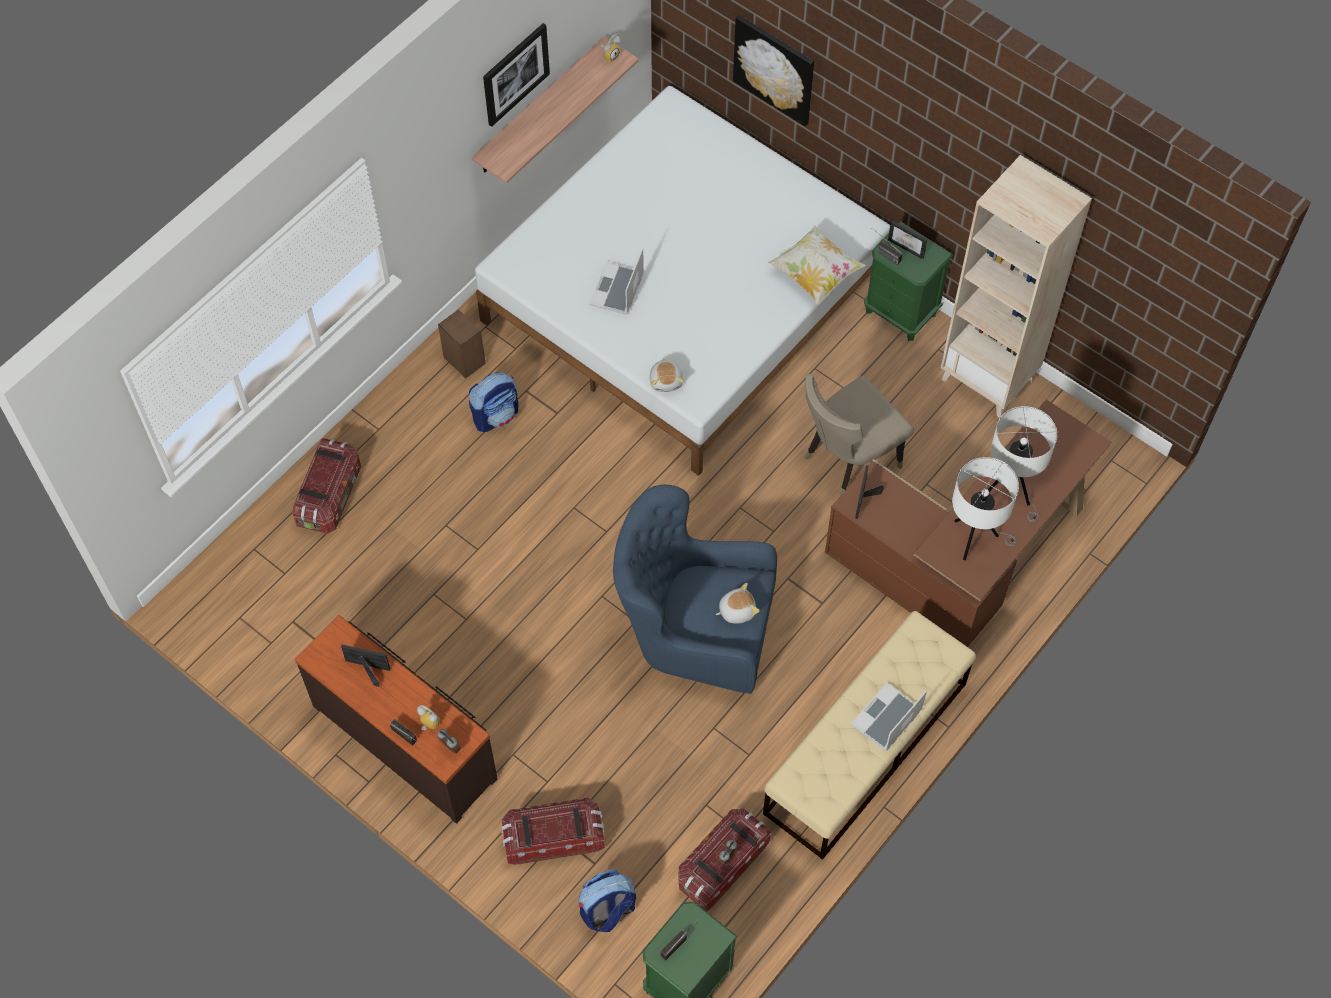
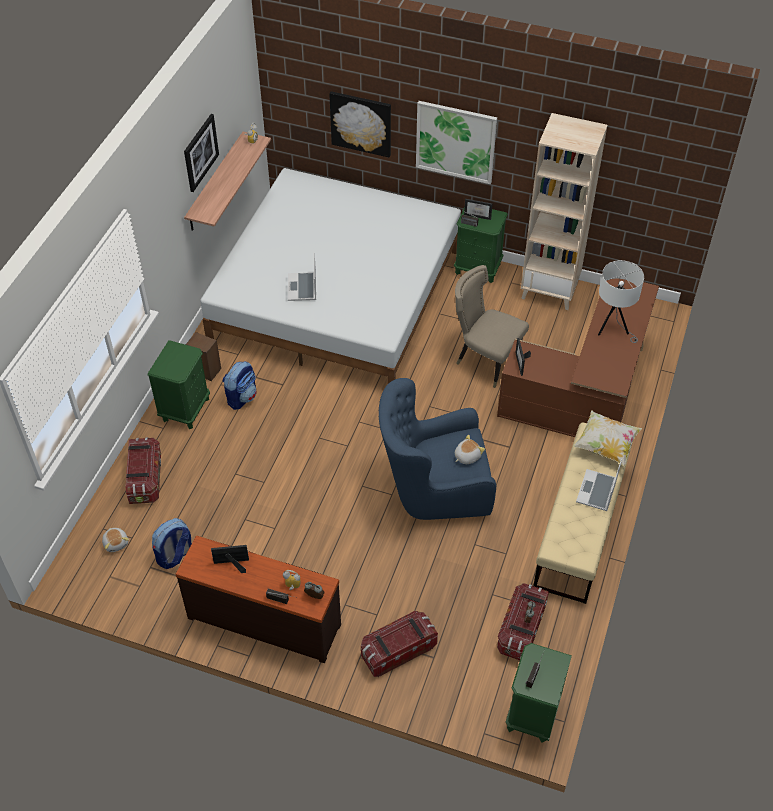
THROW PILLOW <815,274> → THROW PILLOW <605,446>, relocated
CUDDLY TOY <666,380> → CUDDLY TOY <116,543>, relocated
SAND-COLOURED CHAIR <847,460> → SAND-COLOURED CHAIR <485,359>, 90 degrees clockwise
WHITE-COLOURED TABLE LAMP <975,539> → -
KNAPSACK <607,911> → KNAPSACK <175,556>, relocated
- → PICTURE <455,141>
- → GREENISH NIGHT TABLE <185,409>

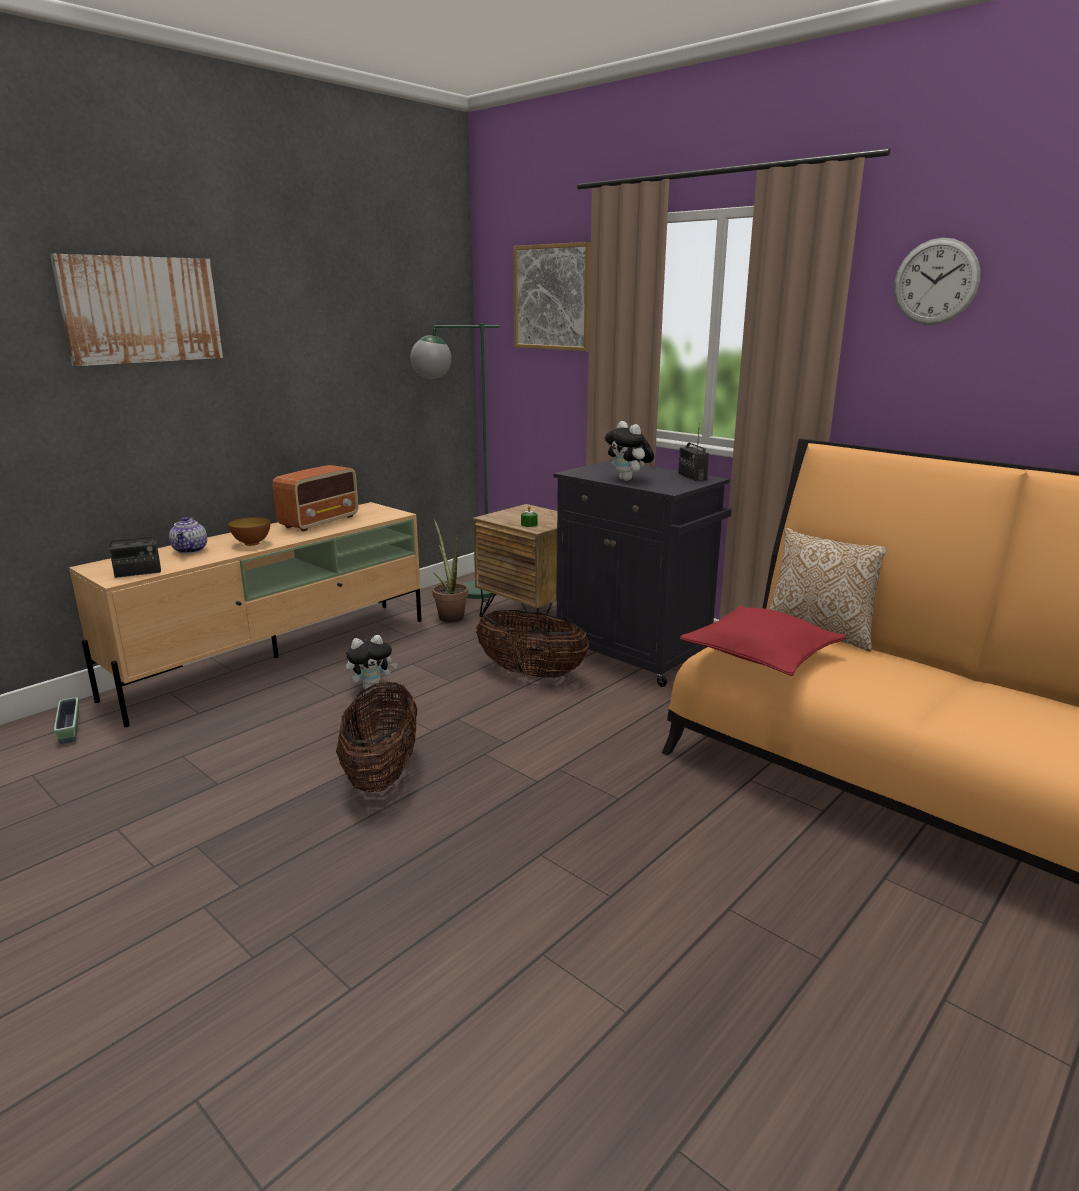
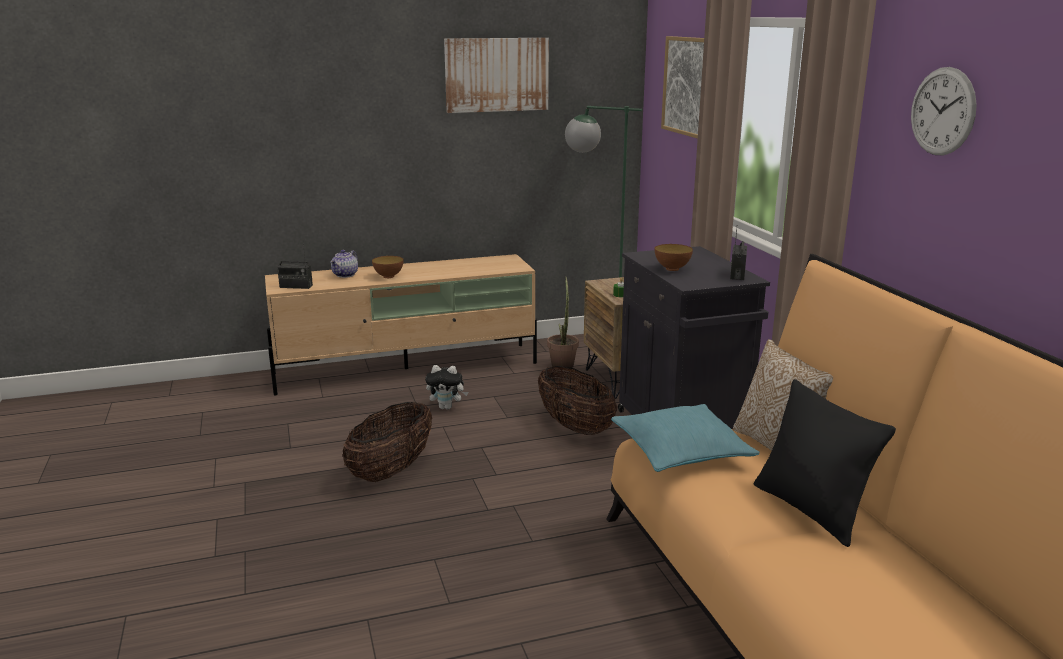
PICTURE <141,310> → PICTURE <496,74>, relocated
CUDDLY TOY <628,480> → BOWL <672,269>
RADIO SET <320,521> → -
REDDISH THROW PILLOW <761,654> → TURQUOISE-COLOURED THROW PILLOW <681,451>
PLANT POT <69,728> → -
- → BLACKISH THROW PILLOW <810,510>

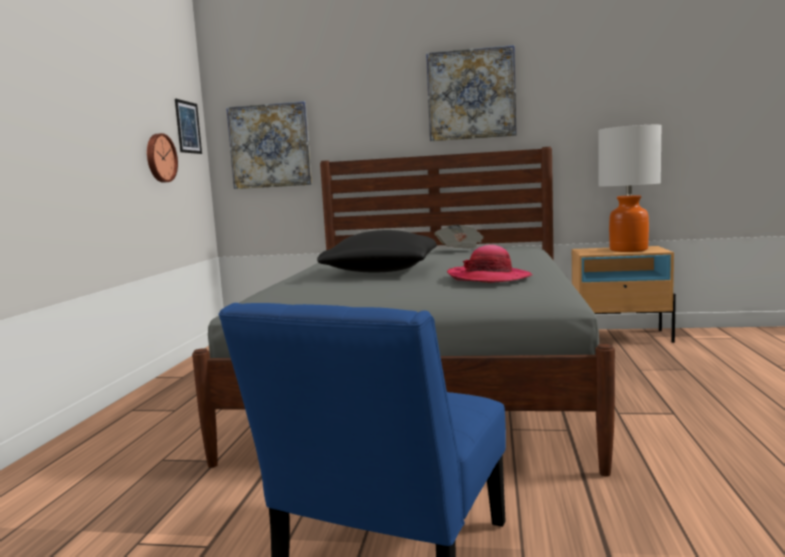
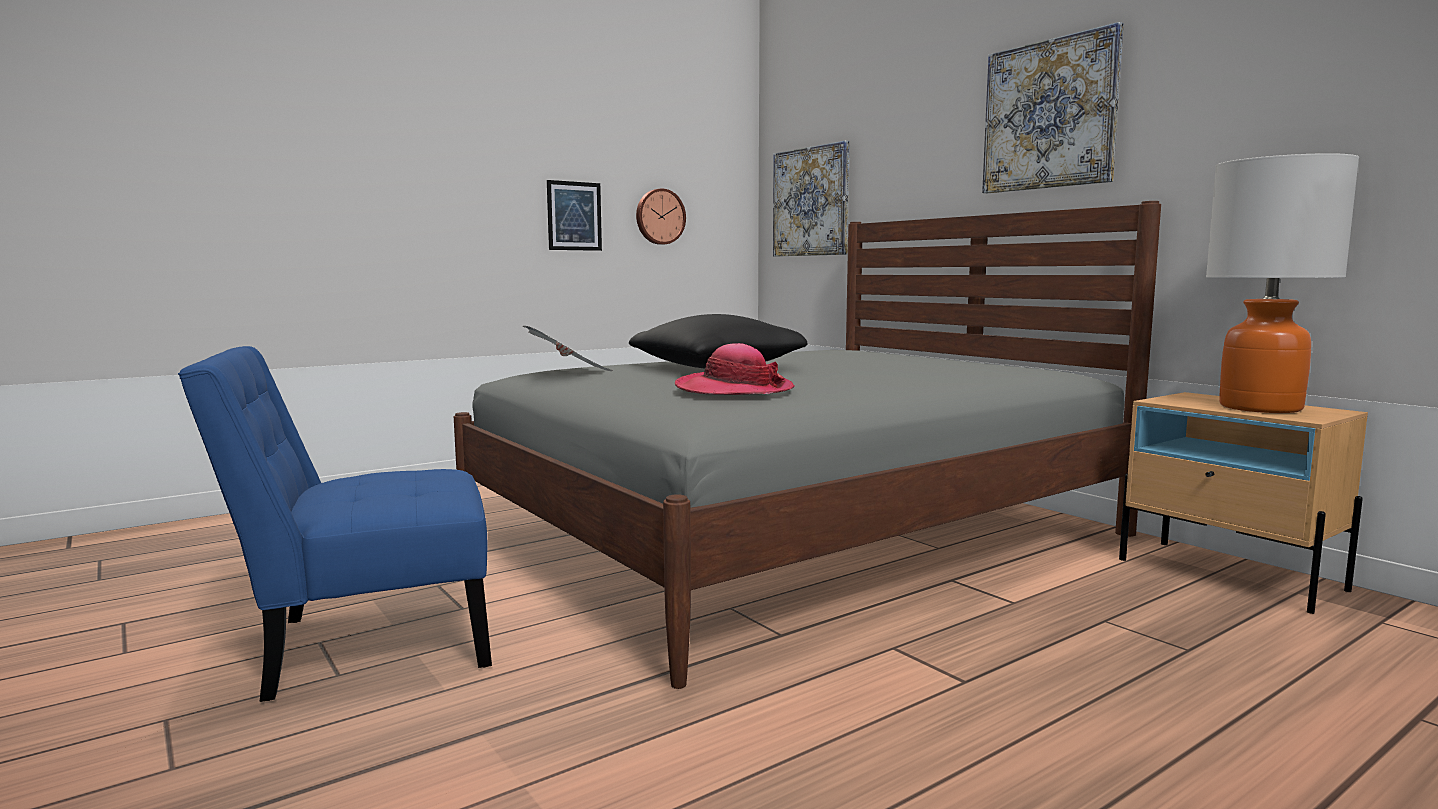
PICTURE <188,127> → PICTURE <574,216>, relocated
PRINTED PAPER <460,251> → PRINTED PAPER <569,372>, relocated

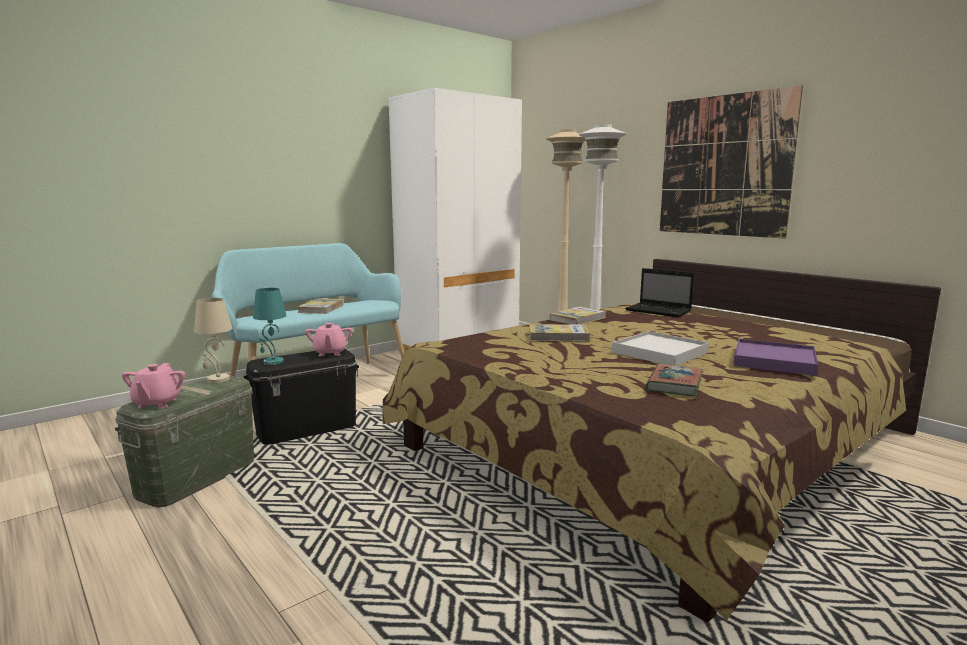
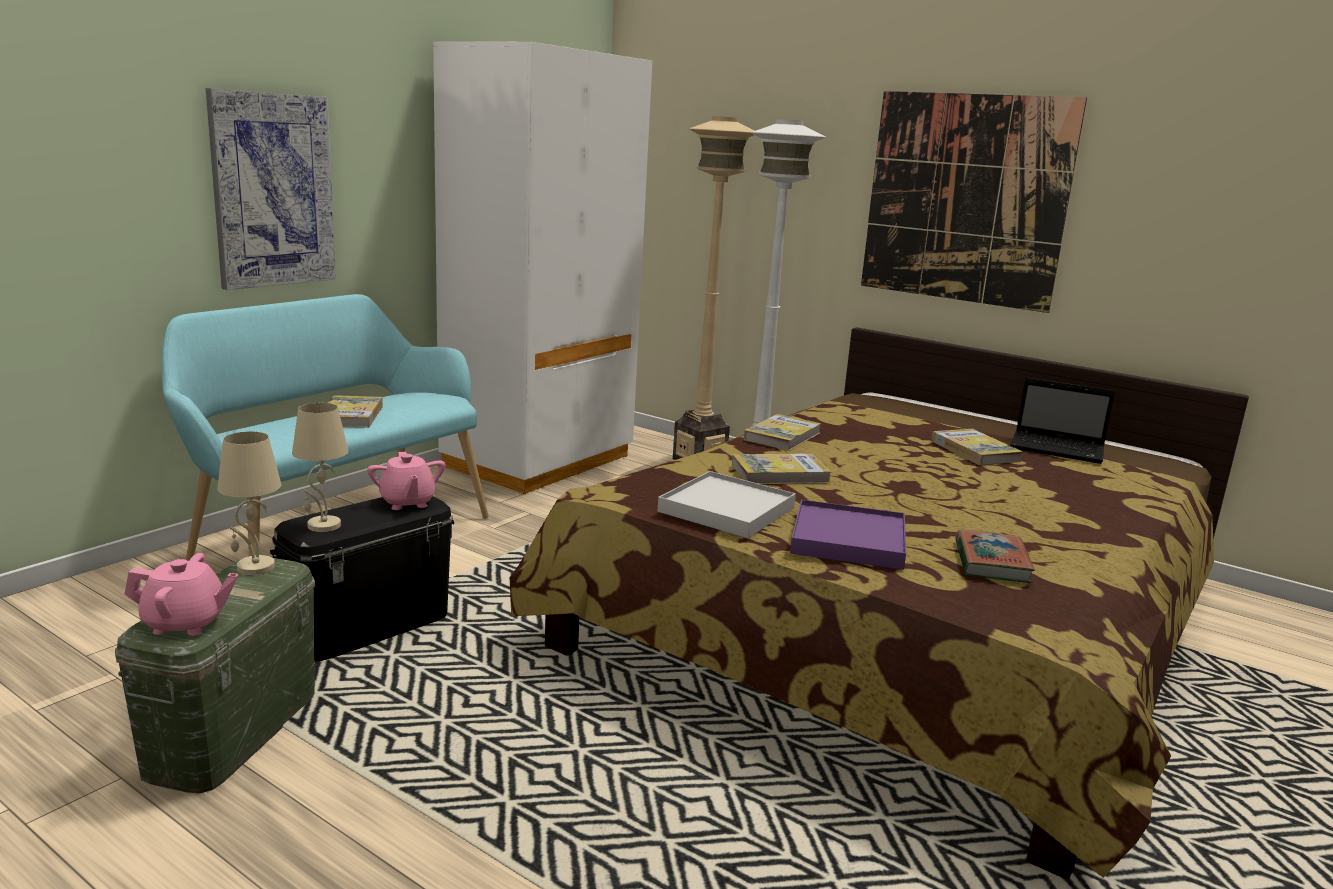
NOTEBOOK COMPUTER <659,311> → NOTEBOOK COMPUTER <1059,449>, relocated
TURQUOISE-COLOURED TABLE LAMP <273,362> → SAND-COLOURED TABLE LAMP <323,526>
WHITE-COLOURED CARRYING TRAY <660,352> → WHITE-COLOURED CARRYING TRAY <727,509>, relocated
PURPLISH CARRYING TRAY <773,361> → PURPLISH CARRYING TRAY <848,540>, relocated
PINKISH TEA POT <157,403> → PINKISH TEA POT <185,623>, 75 degrees counterclockwise
- → PICTURE <272,190>
- → BOOK <974,451>

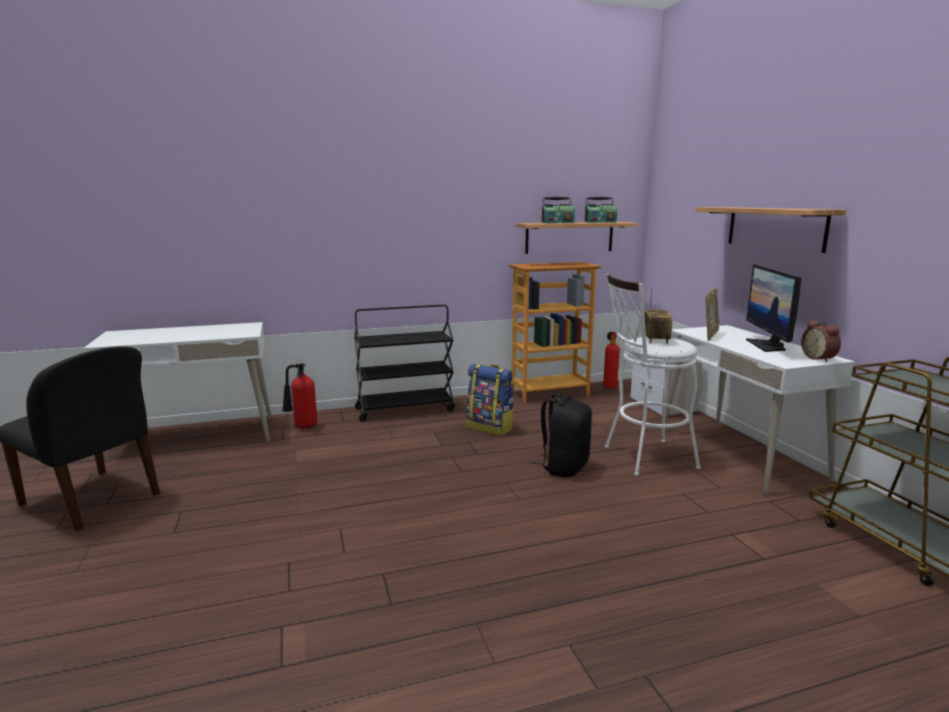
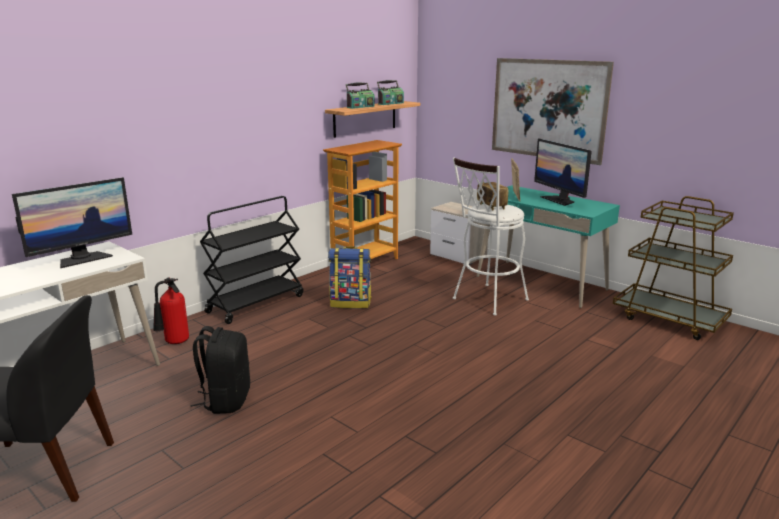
WALL SHELF <775,228> → PICTURE <548,109>
BEDSIDE CLOCK <820,358> → -
WHITE-COLOURED DESK <738,453> → TURQUOISE-COLOURED DESK <540,283>
EXTINGUISHER <609,386> → -
BLACKISH KNAPSACK <564,467> → BLACKISH KNAPSACK <226,400>, relocated
- → MONITOR <82,259>

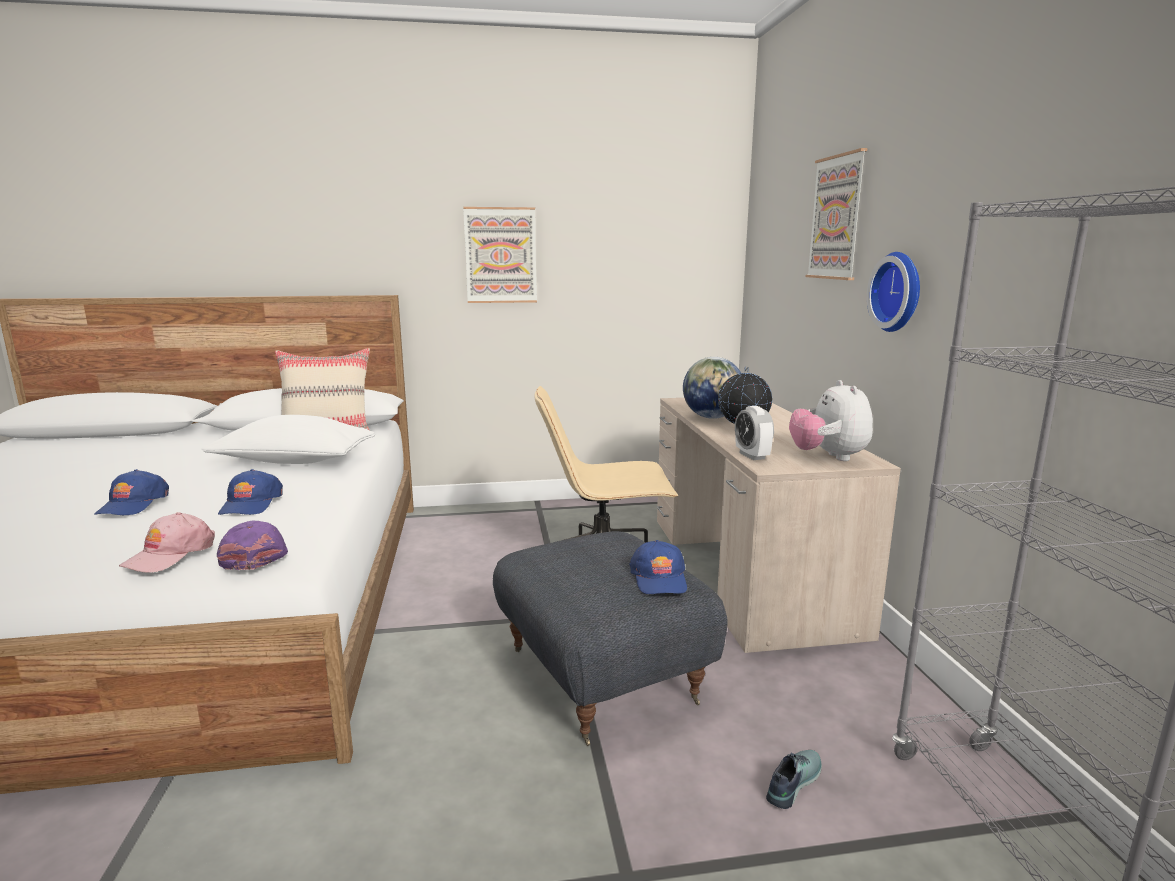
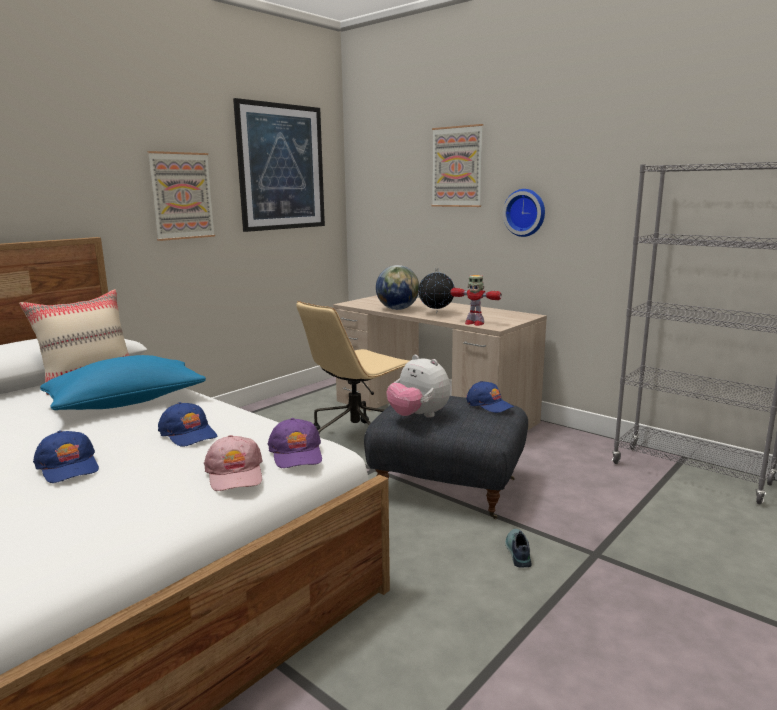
CUDDLY TOY <828,457> → CUDDLY TOY <418,416>, relocated
BEDSIDE CLOCK <752,456> → ROBOT FIGURE <474,323>
WHITE-COLOURED THROW PILLOW <294,462> → BLUISH THROW PILLOW <127,403>
PURPLISH CAP <254,555> → PURPLISH CAP <296,453>, 135 degrees counterclockwise
ITEM OF FOOTWEAR <791,782> → ITEM OF FOOTWEAR <517,552>, relocated
- → PICTURE <281,167>

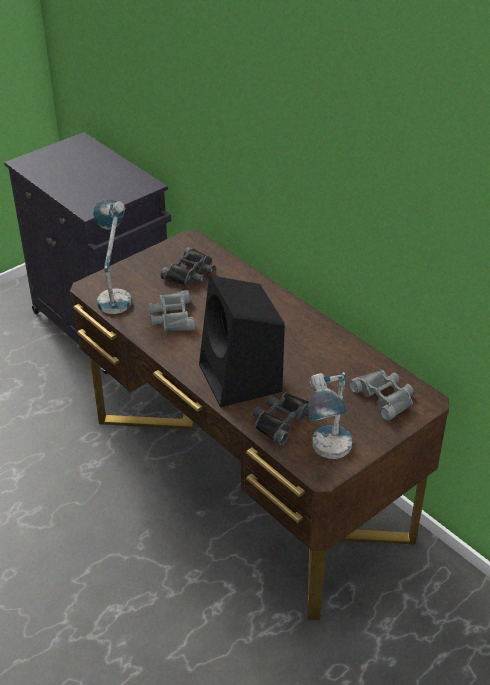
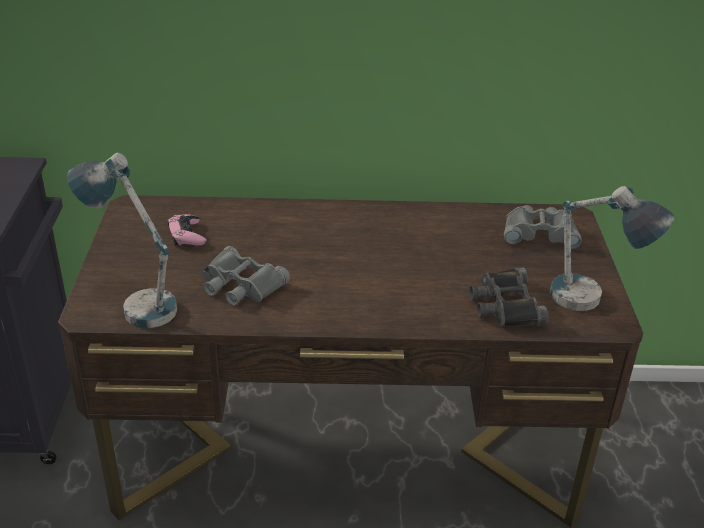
BLACKISH BINOCULARS <191,273> → PINKISH GAMEPAD <187,235>
BLACKISH AUDIO SPEAKER <241,379> → -

